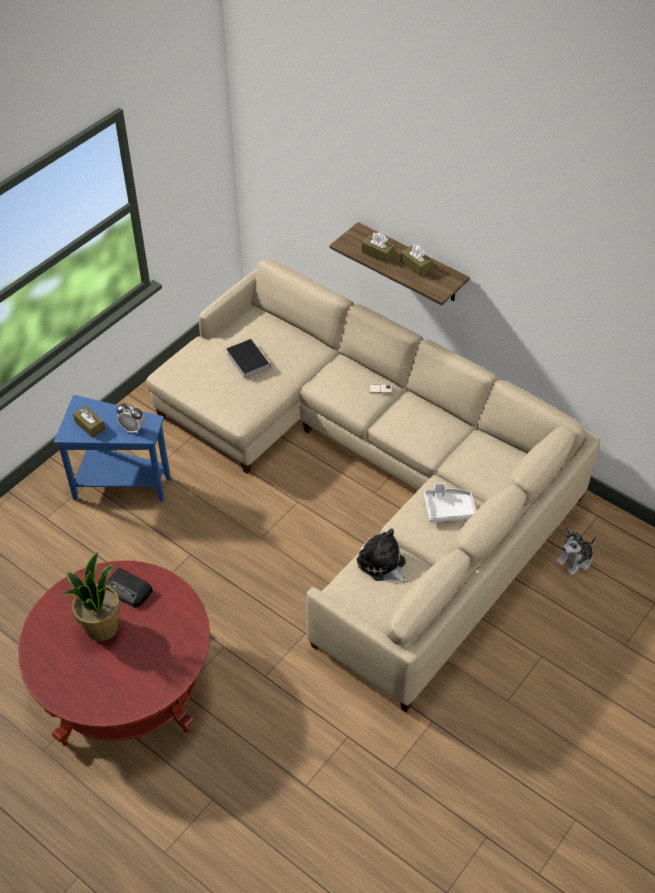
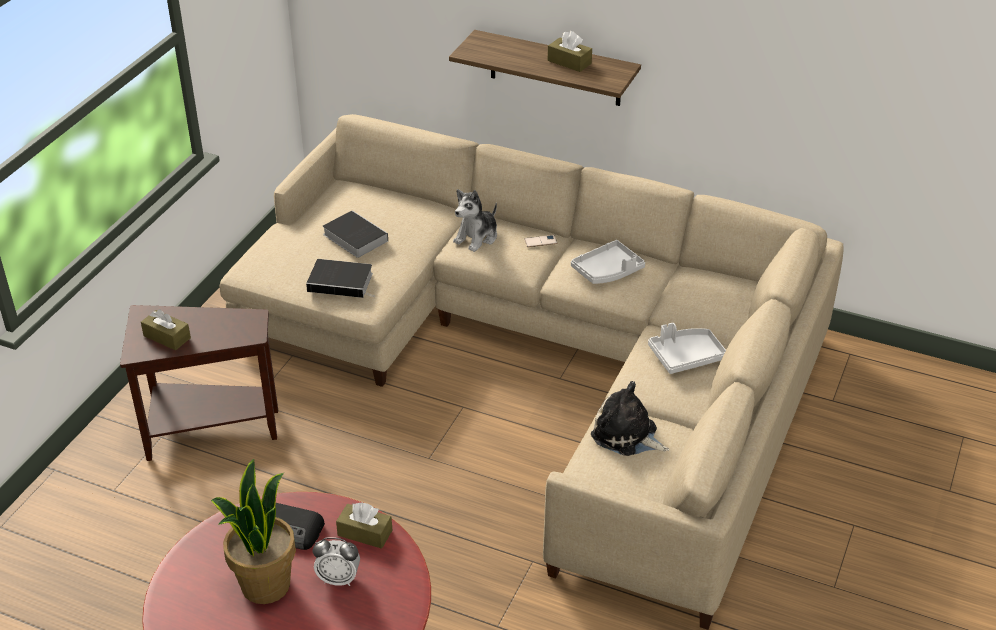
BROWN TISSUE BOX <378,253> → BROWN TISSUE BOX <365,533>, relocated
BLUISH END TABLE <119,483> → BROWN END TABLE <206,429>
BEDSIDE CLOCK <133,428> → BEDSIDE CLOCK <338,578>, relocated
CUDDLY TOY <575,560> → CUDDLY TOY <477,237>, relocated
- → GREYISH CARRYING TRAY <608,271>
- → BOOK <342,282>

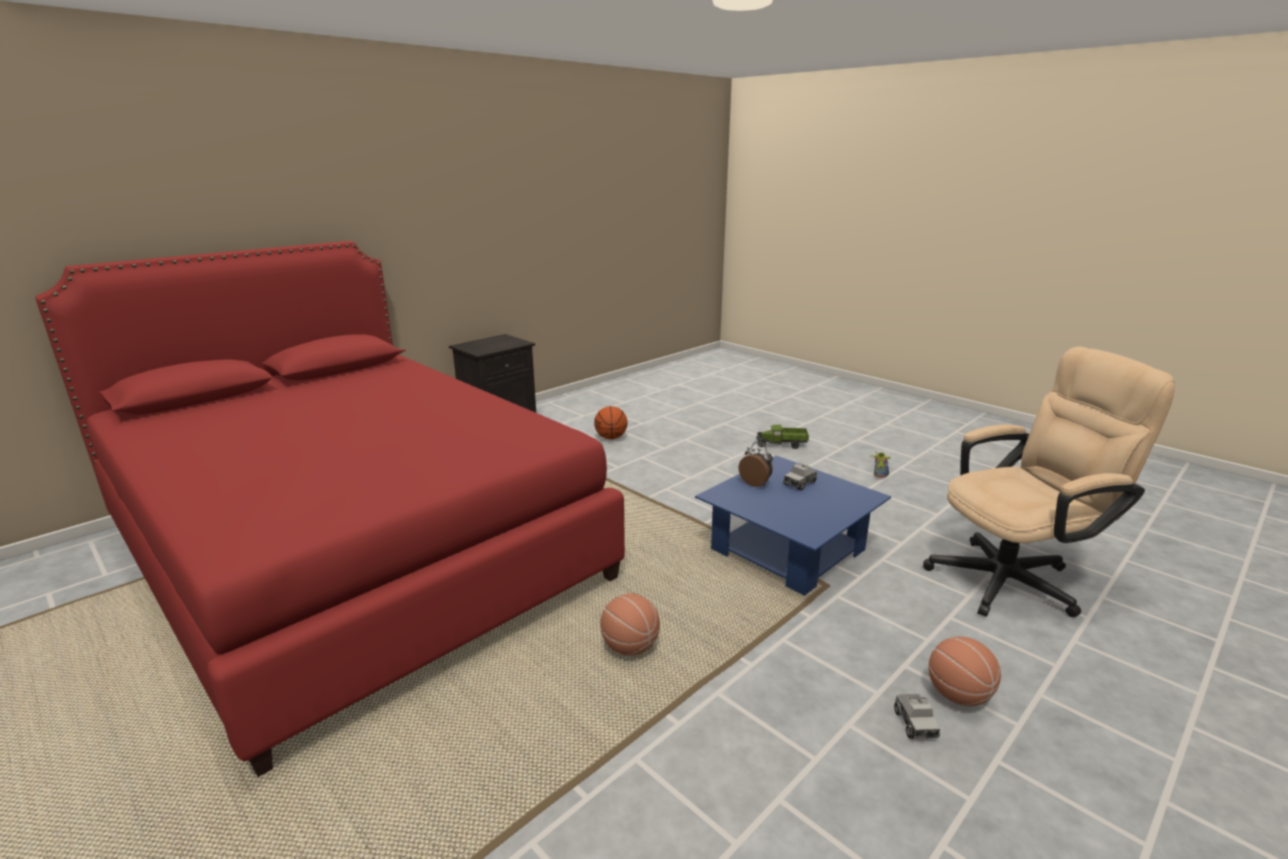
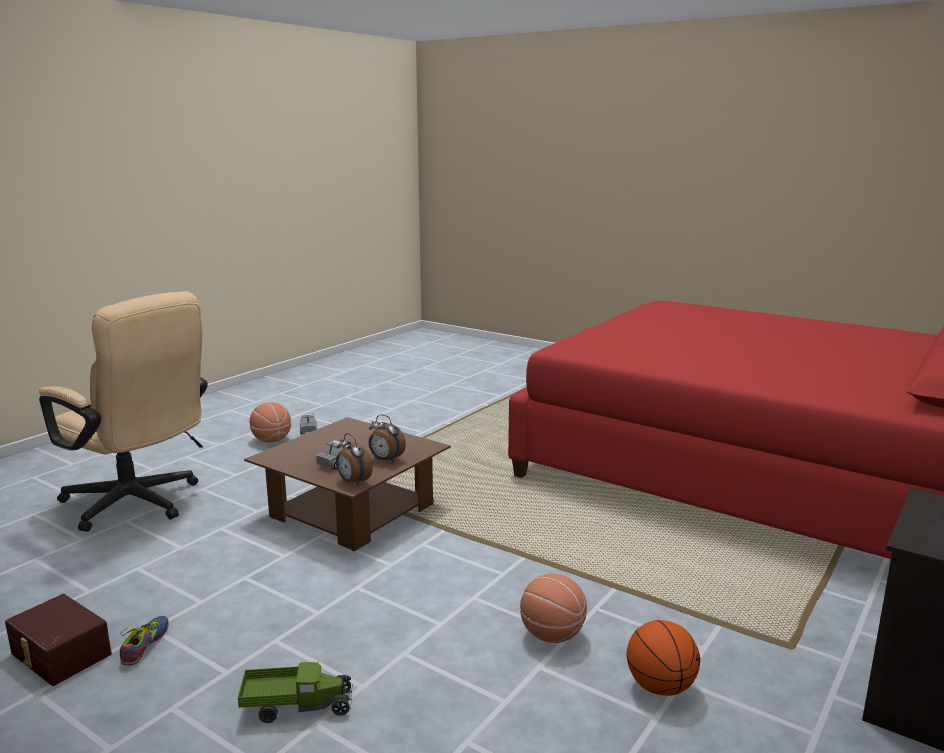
SAND-COLOURED DESK CHAIR <1015,578> → SAND-COLOURED DESK CHAIR <139,505>, 120 degrees counterclockwise
BLUISH LOUNGE TABLE <788,550> → BROWN LOUNGE TABLE <352,511>
BALL FOR BASKETBALL <630,647> → BALL FOR BASKETBALL <552,635>, relocated
- → BEDSIDE CLOCK <353,482>
- → BROWN STORAGE BOX <59,655>

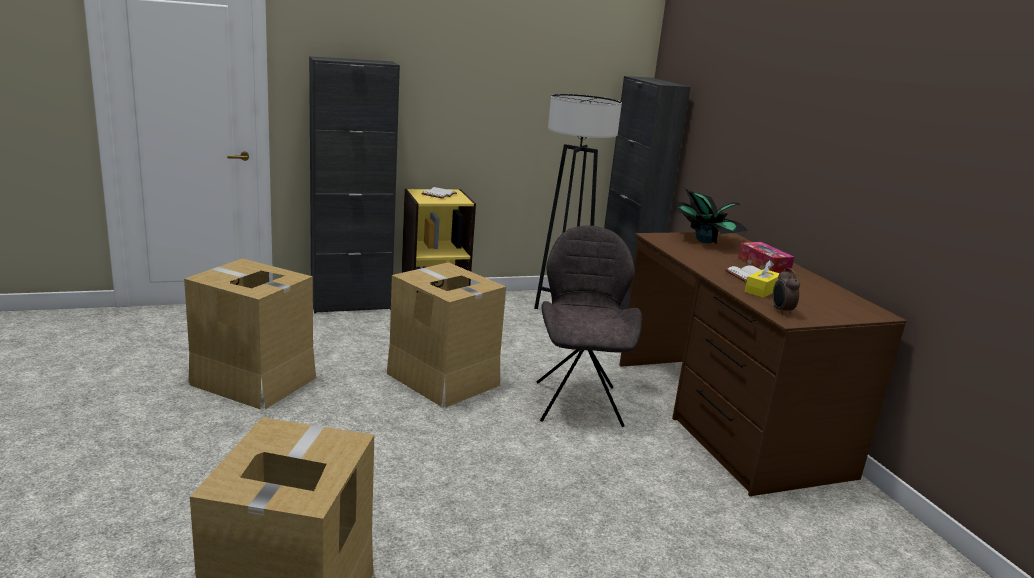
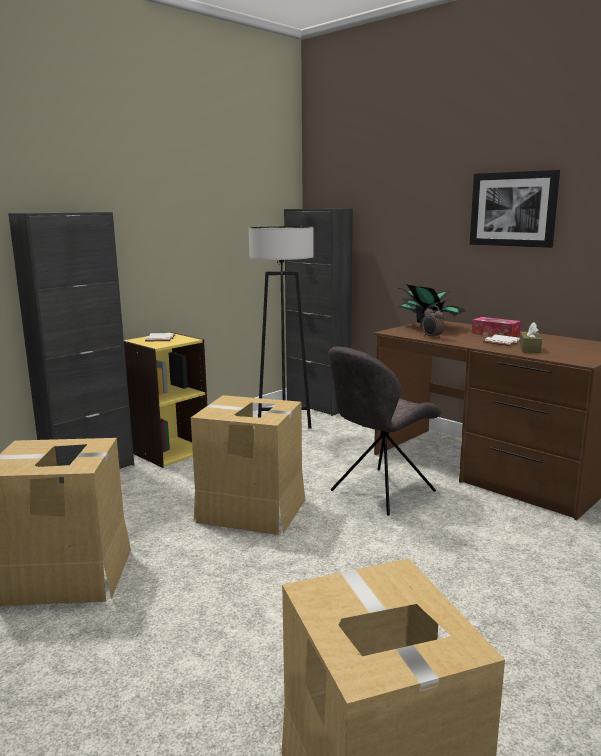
GREYISH CHAIR <578,401> → GREYISH CHAIR <380,492>, 105 degrees counterclockwise
YELLOWISH TISSUE BOX <762,290> → BROWN TISSUE BOX <530,349>
BEDSIDE CLOCK <781,311> → BEDSIDE CLOCK <432,337>, relocated
- → PICTURE <513,209>

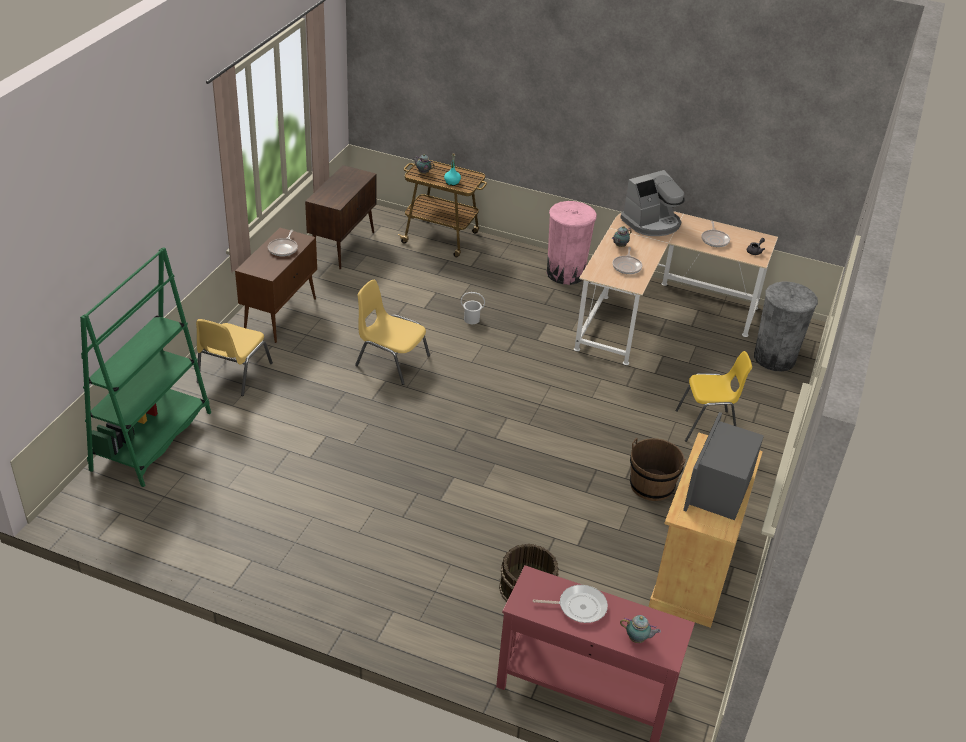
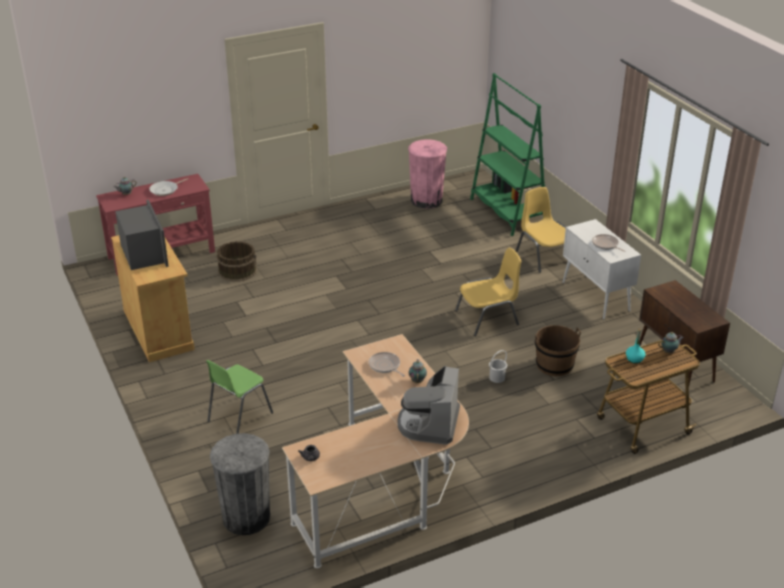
PINKISH RUBBISH BIN <565,273> → PINKISH RUBBISH BIN <426,200>, relocated
SKILLET <715,240> → -
BROWN CABINET <281,315> → WHITE-COLOURED CABINET <596,297>
YELLOWISH CHAIR <707,426> → GREENISH CHAIR <239,417>
BROWN PAIL <651,485> → BROWN PAIL <554,365>, relocated

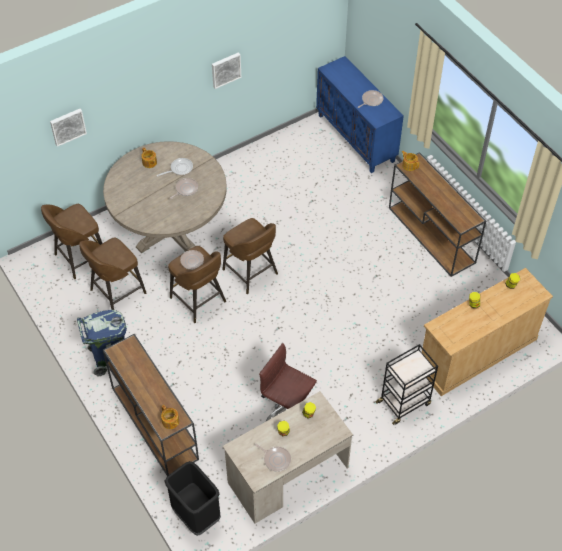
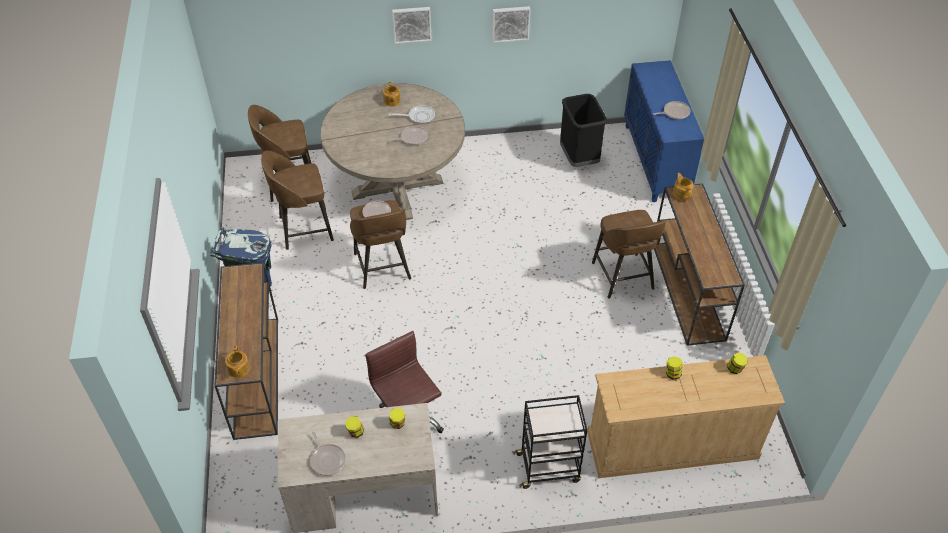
PICTURE <67,126> → PICTURE <411,24>, relocated
BROWN STOOL SEAT <251,273> → BROWN STOOL SEAT <623,277>, relocated
BLACKISH RUBBISH BIN <196,515> → BLACKISH RUBBISH BIN <579,158>, relocated

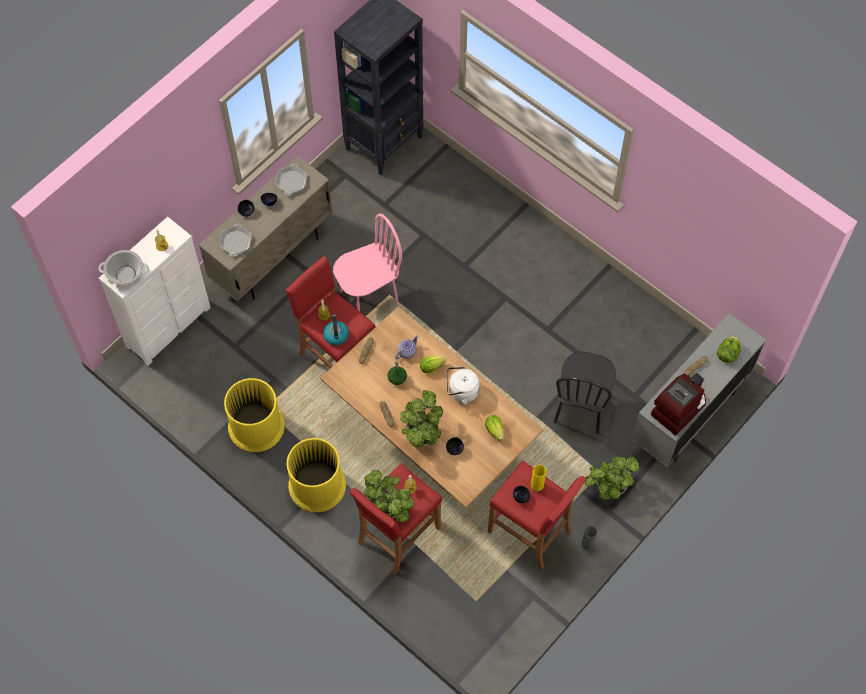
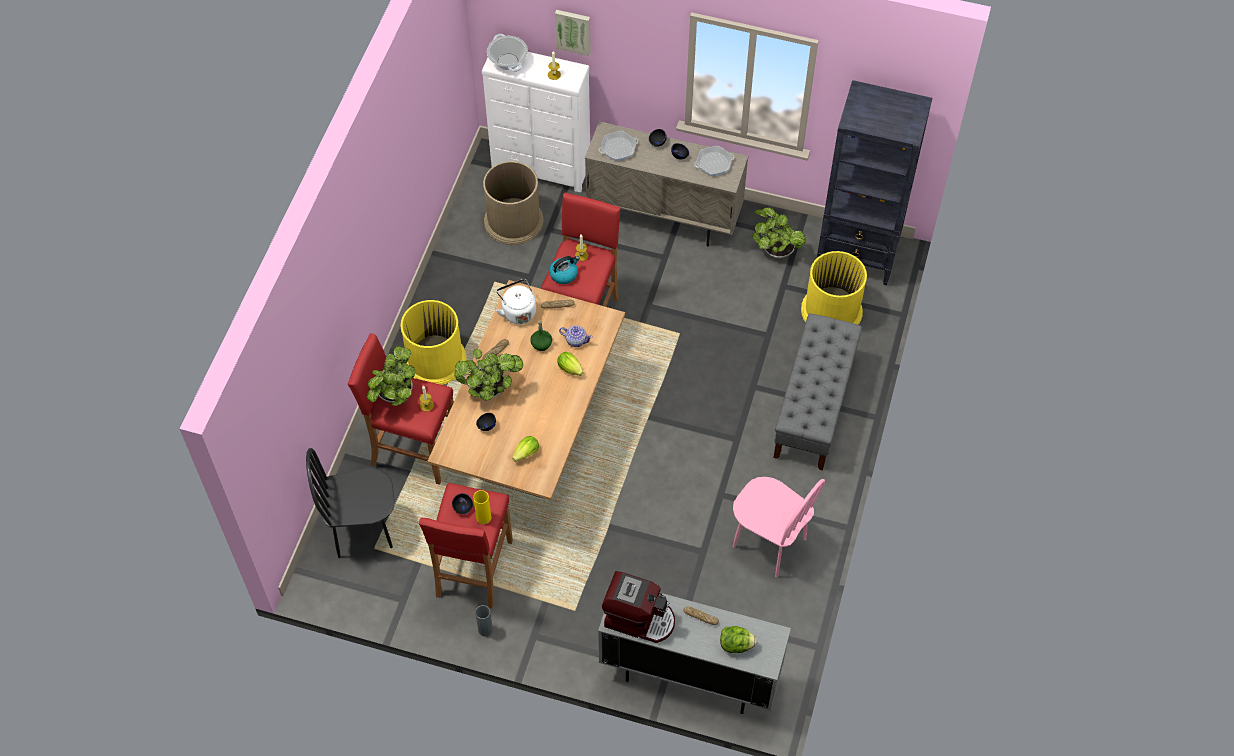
PINKISH CHAIR <369,296> → PINKISH CHAIR <769,543>, relocated
BLACKISH CHAIR <581,407> → BLACKISH CHAIR <363,530>, relocated
WHITE-COLOURED KETTLE <461,391> → WHITE-COLOURED KETTLE <517,311>, relocated
YELLOWISH RUBBISH BIN <256,426> → YELLOWISH RUBBISH BIN <831,310>, relocated
POTTED PLANT <609,486> → POTTED PLANT <775,250>, relocated
- → PICTURE <573,31>
- → BROWN RUBBISH BIN <513,220>
- → GREYISH LONG SEAT <813,407>

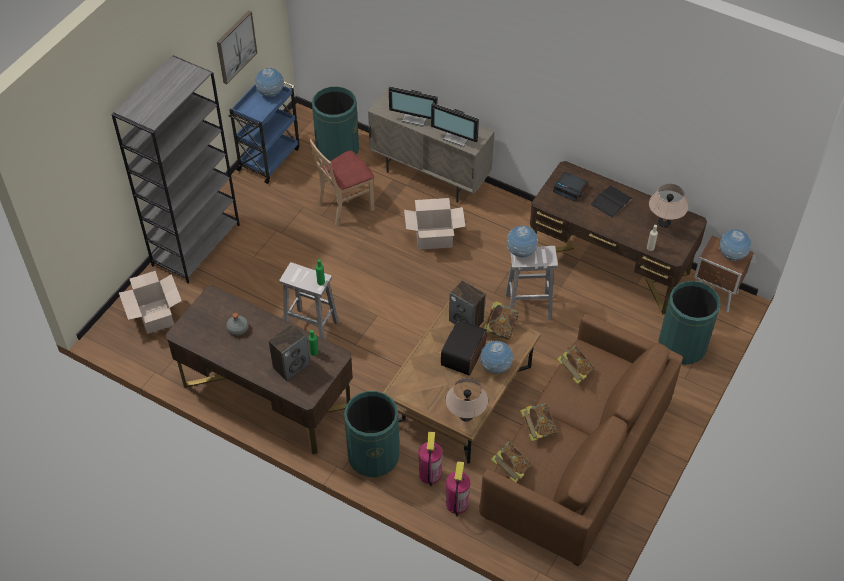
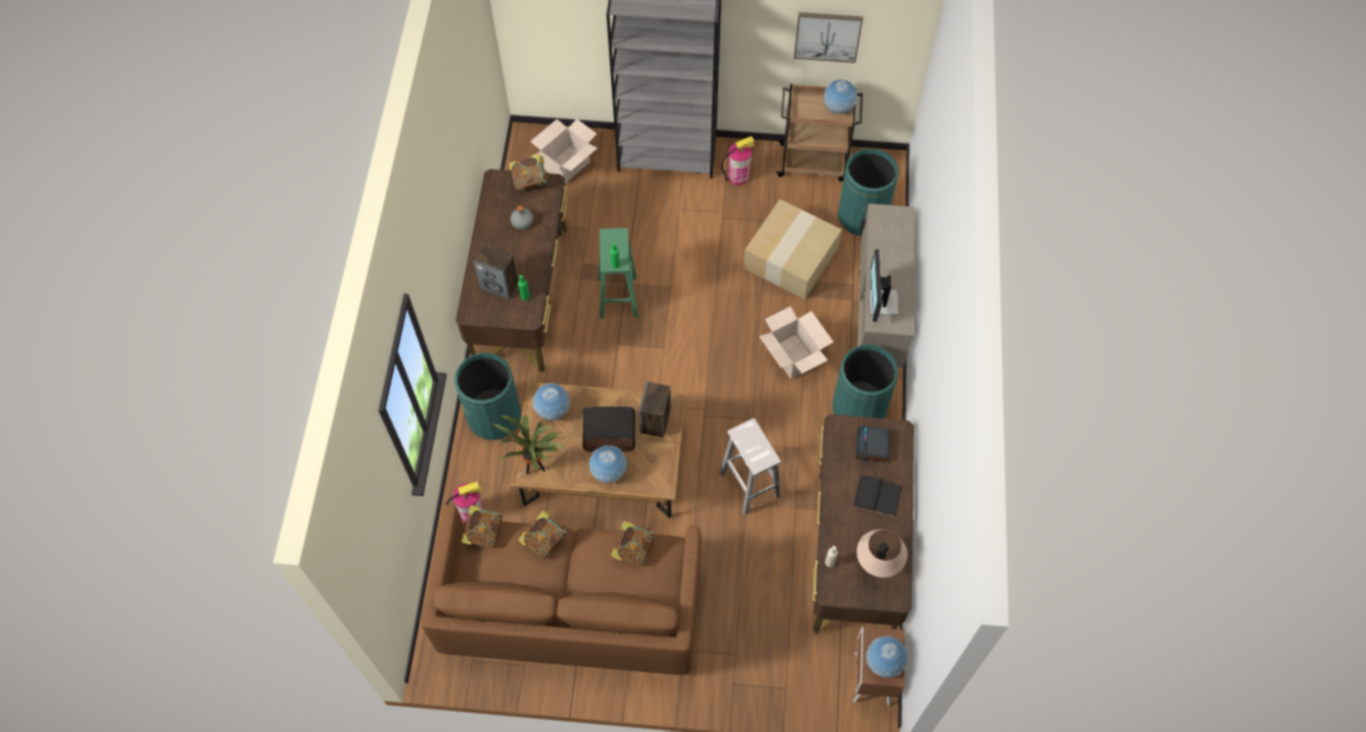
BLUISH CART <269,158> → BROWN CART <814,162>
MONITOR <416,117> → -
SAND-COLOURED CHAIR <345,205> → CARTON <790,257>
GLOBE <521,252> → GLOBE <553,410>, relocated
WHITE-COLOURED STOOL SEAT <312,328> → GREENISH STOOL SEAT <618,298>
GREENISH RUBBISH BIN <682,346> → GREENISH RUBBISH BIN <858,409>, relocated
BOOK <500,328> → BOOK <530,181>, relocated
SAND-COLOURED TABLE LAMP <466,416> → POTTED PLANT <535,468>
EXTINGUISHER <430,474> → EXTINGUISHER <738,176>, relocated

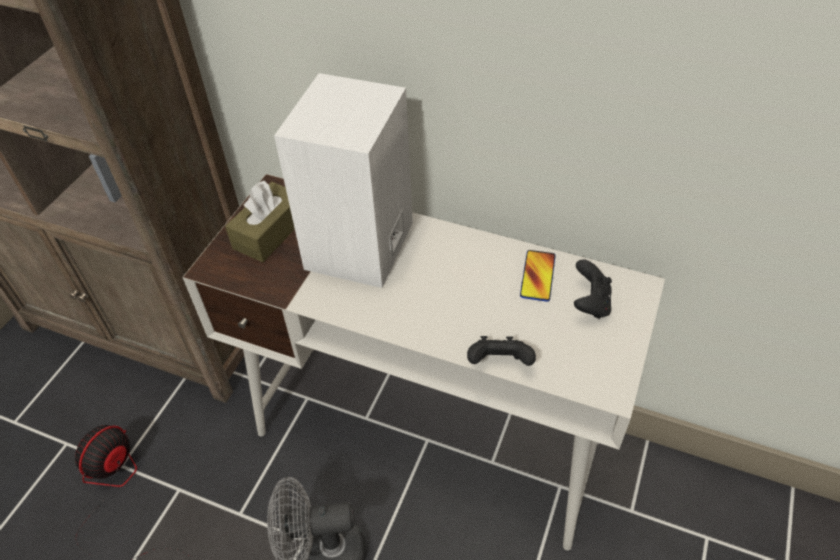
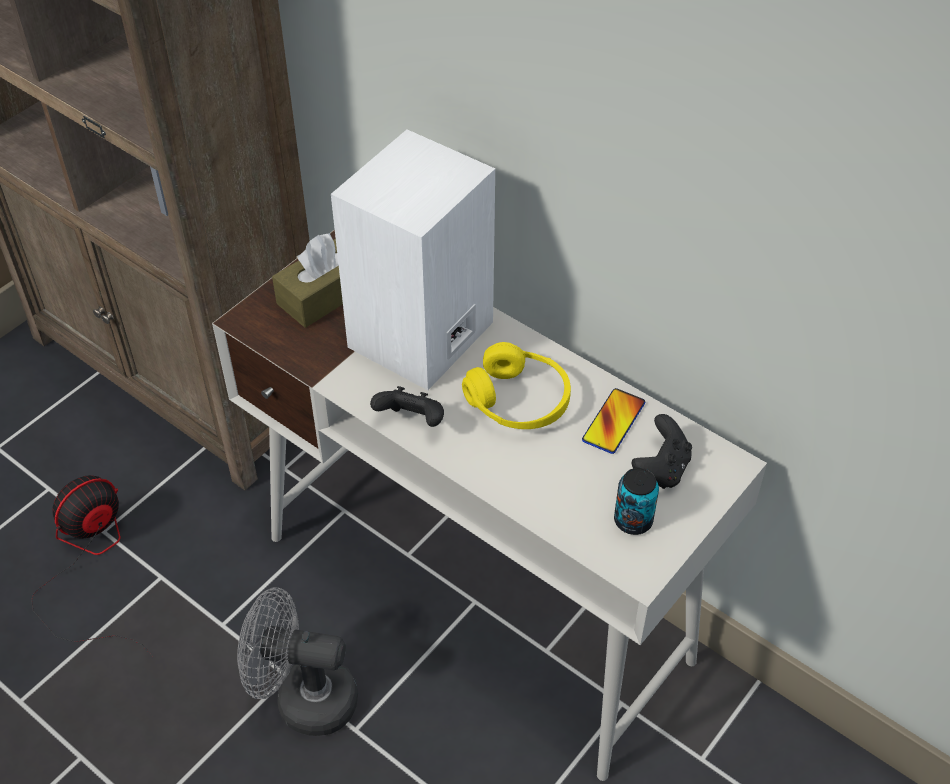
BLACKISH GAMEPAD <499,363> → BLACKISH GAMEPAD <412,421>, relocated
- → YELLOWISH HEADSET <518,401>
- → CAN <633,521>

